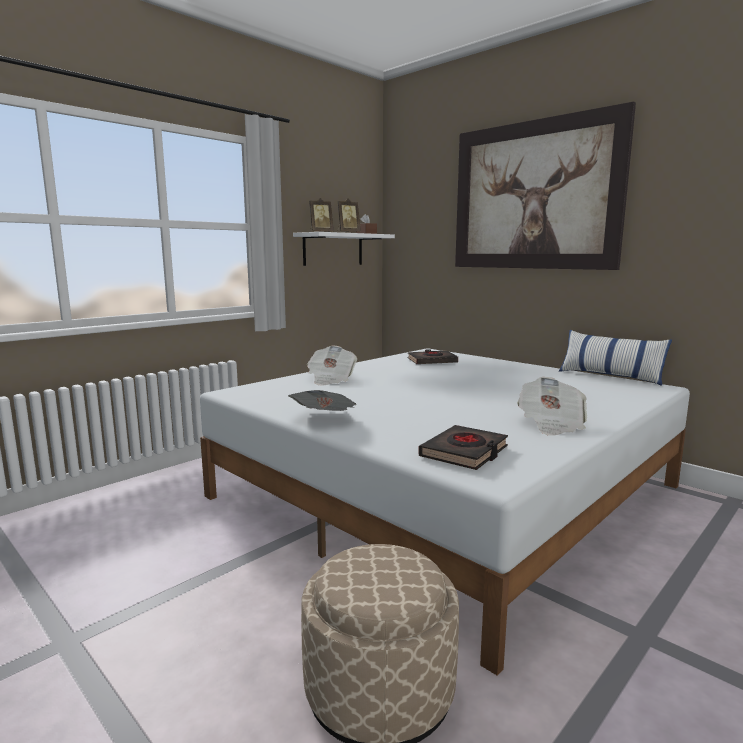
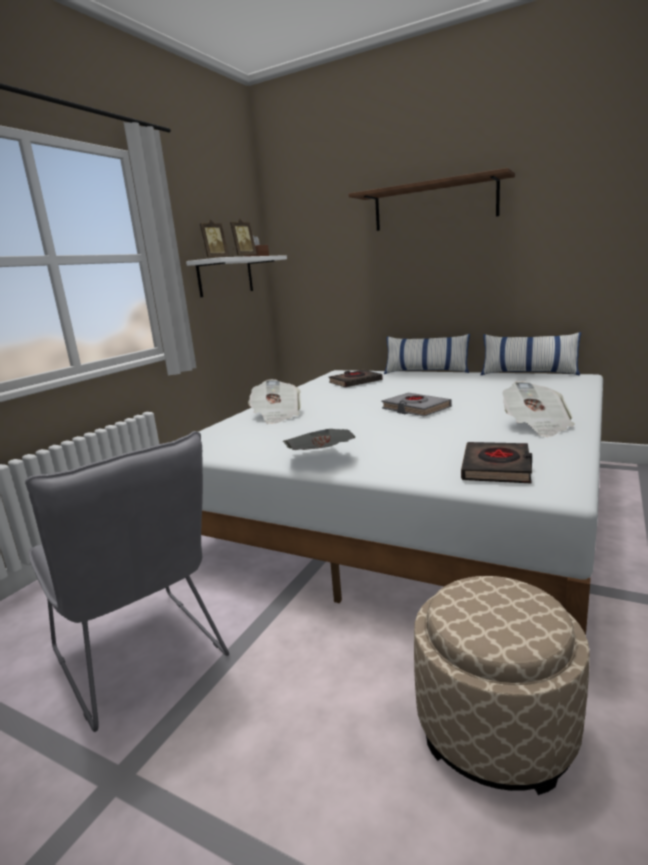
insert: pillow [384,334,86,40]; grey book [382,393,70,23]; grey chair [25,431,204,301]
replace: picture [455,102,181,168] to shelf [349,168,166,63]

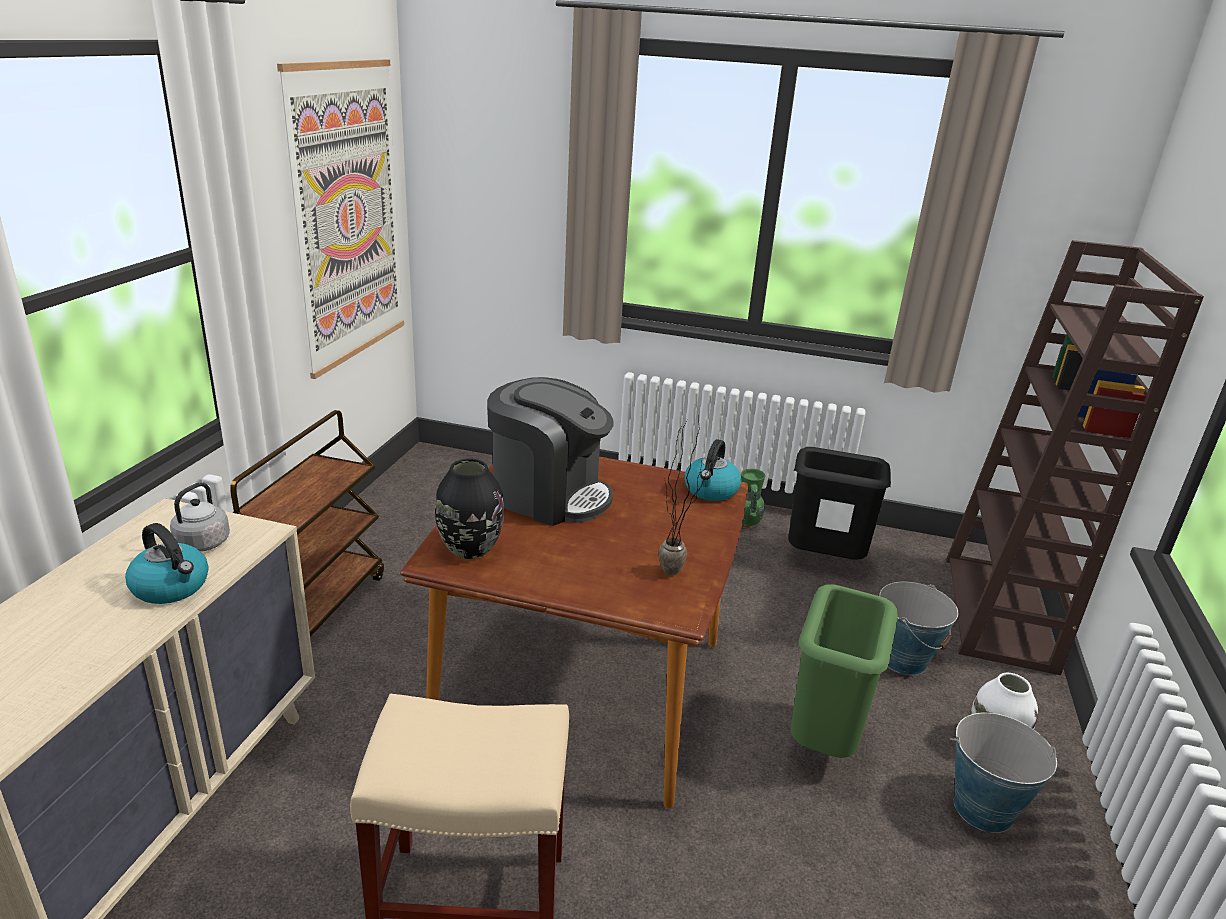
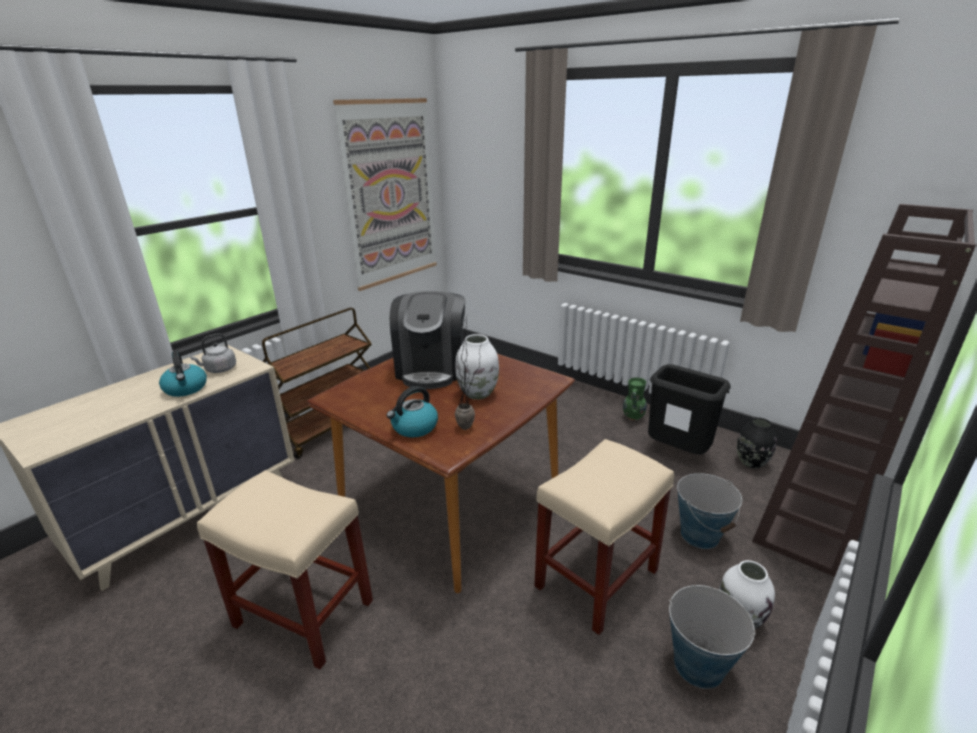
insert: white vase [455,334,44,66]
move: kettle [684,439,57,62] to [387,386,51,52]; black vase [435,459,69,100] to [737,418,40,50]
replace: green trash can [791,584,107,174] to beige stool [534,439,140,196]
rotate: coffee machine [487,377,127,149] = [390,291,75,98] 45 degrees clockwise

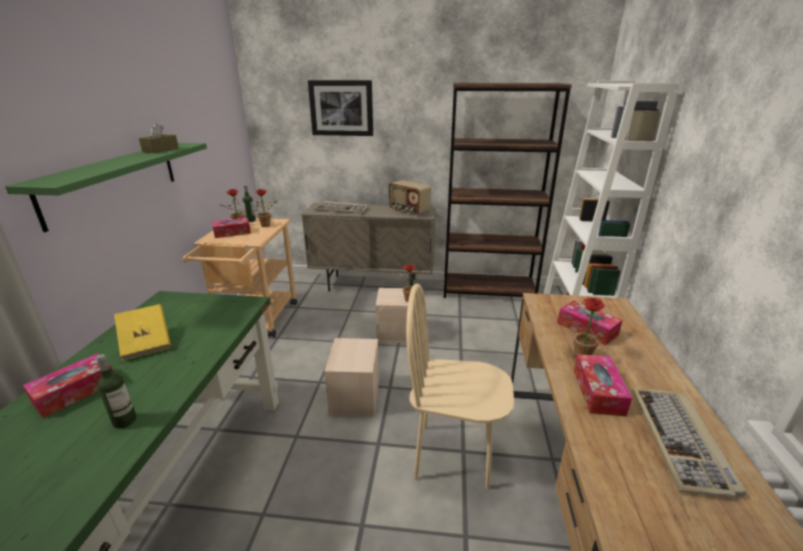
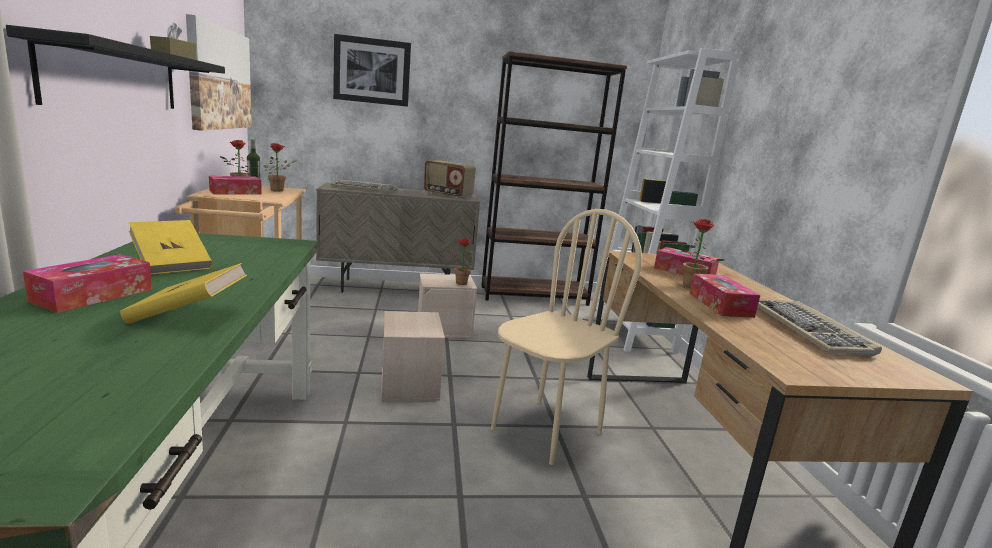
insert: picture [186,14,66,116]
replace: bottle [96,354,41,75] to yellow book [120,263,127,61]
recolor: green shelf [5,143,202,89] to black shelf [6,25,219,84]
rotate: beige chair [406,284,108,206] = [491,209,151,256] 135 degrees clockwise

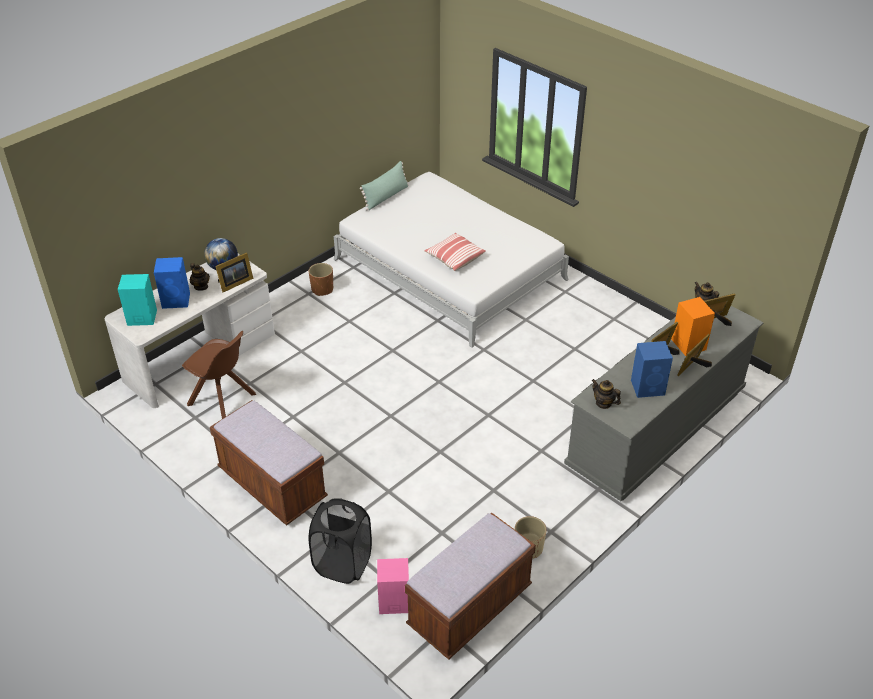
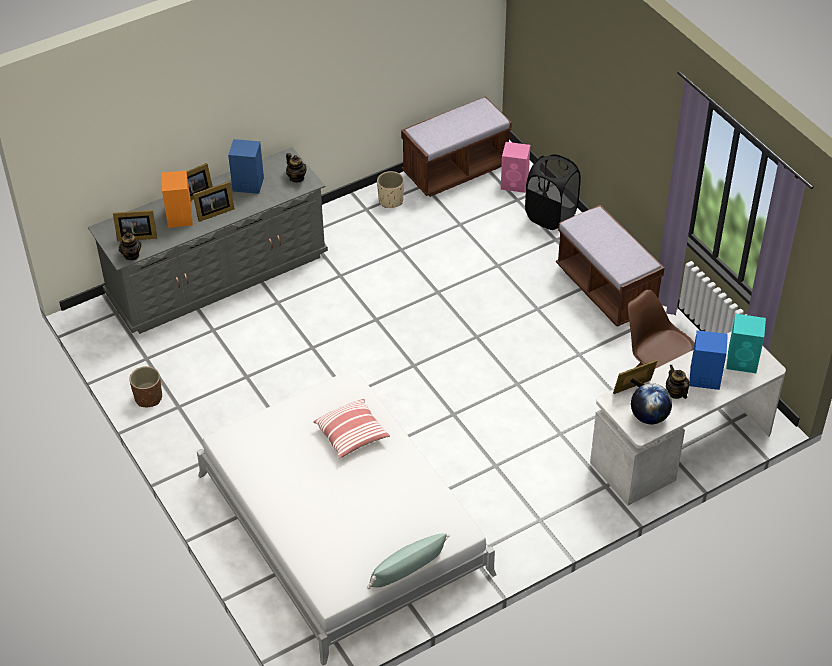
move: brown planter [309,263,24,33] to [129,366,33,41]

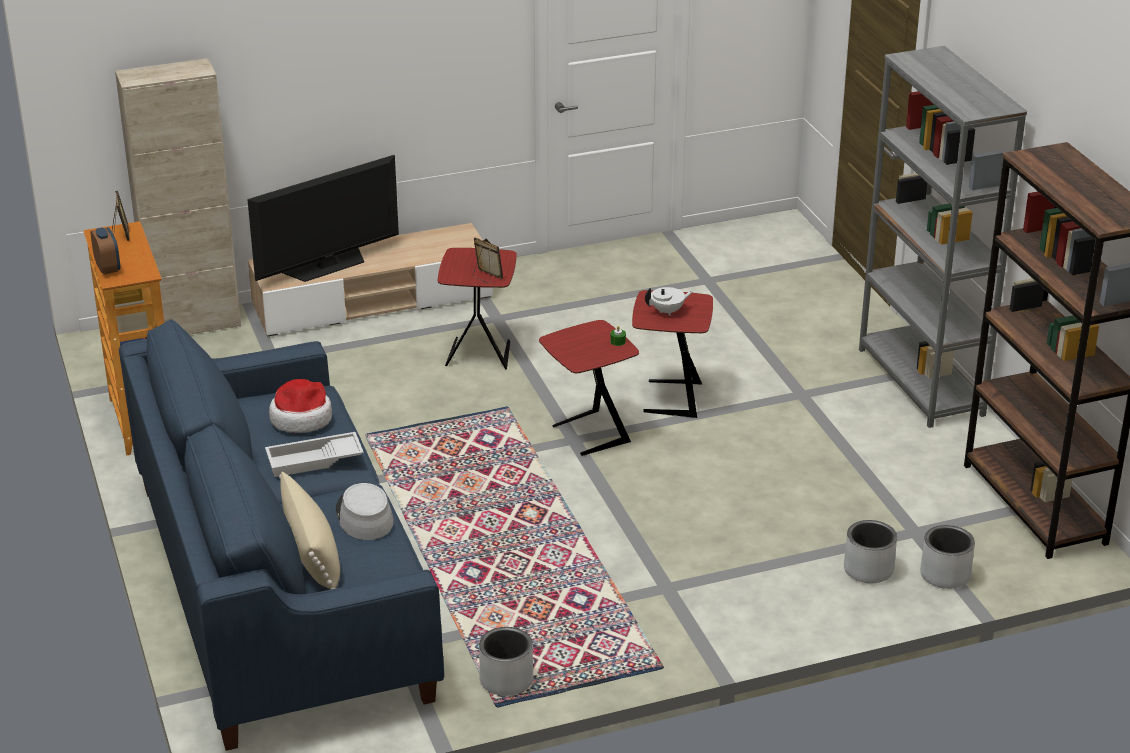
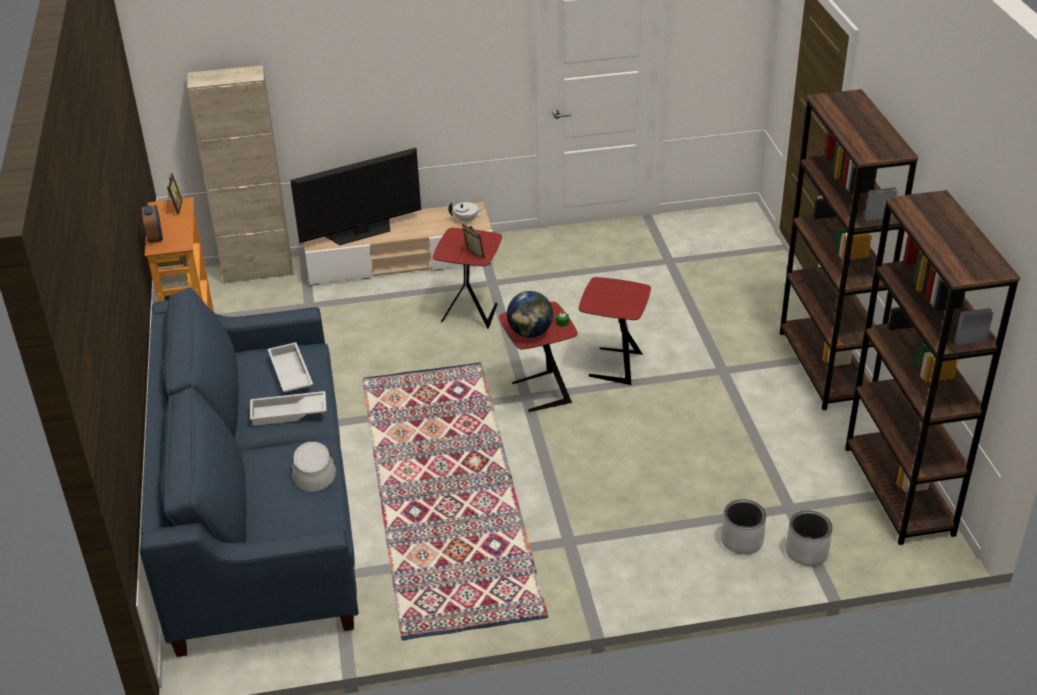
delete: beige pillow [279,472,61,118]; grey planter [479,627,54,69]
insert: globe [507,291,46,47]
move: white teapot [645,287,48,29] to [448,202,37,20]
replace: hat [269,379,63,54] to white tray [267,342,46,50]
recolor: grey bookcase [859,46,168,382] to brown bookcase [780,89,138,321]

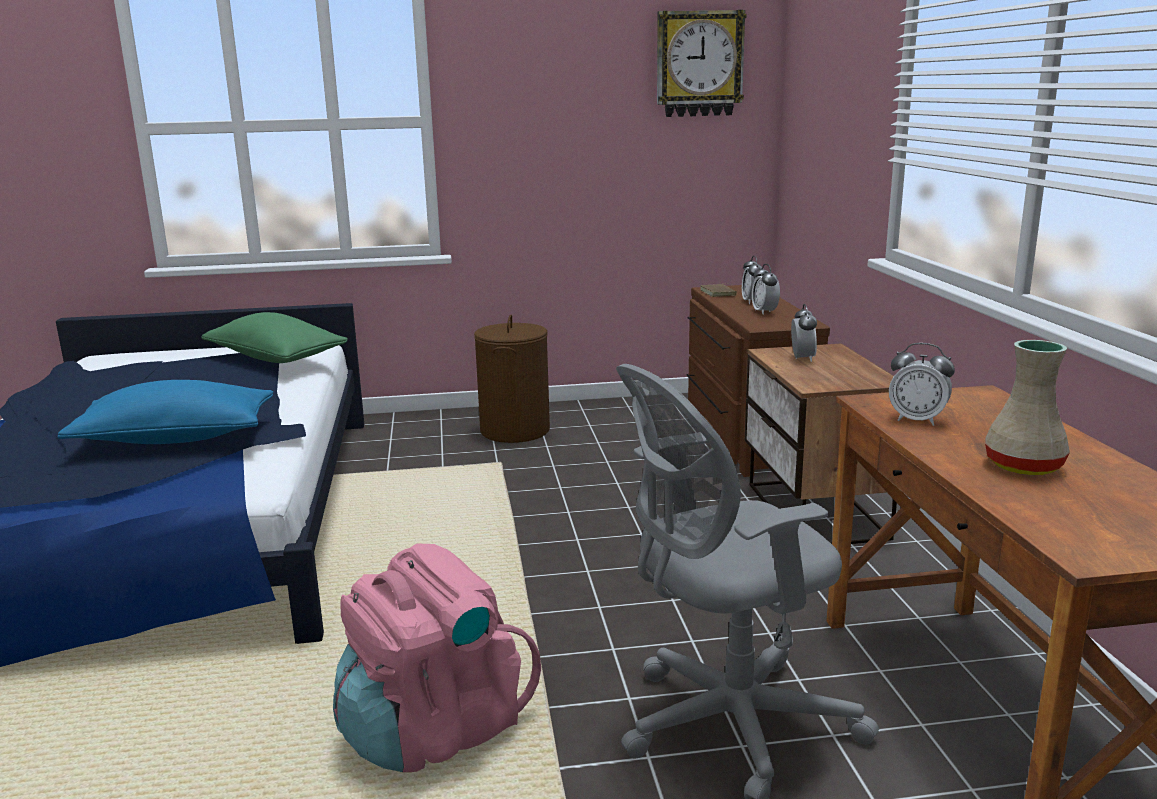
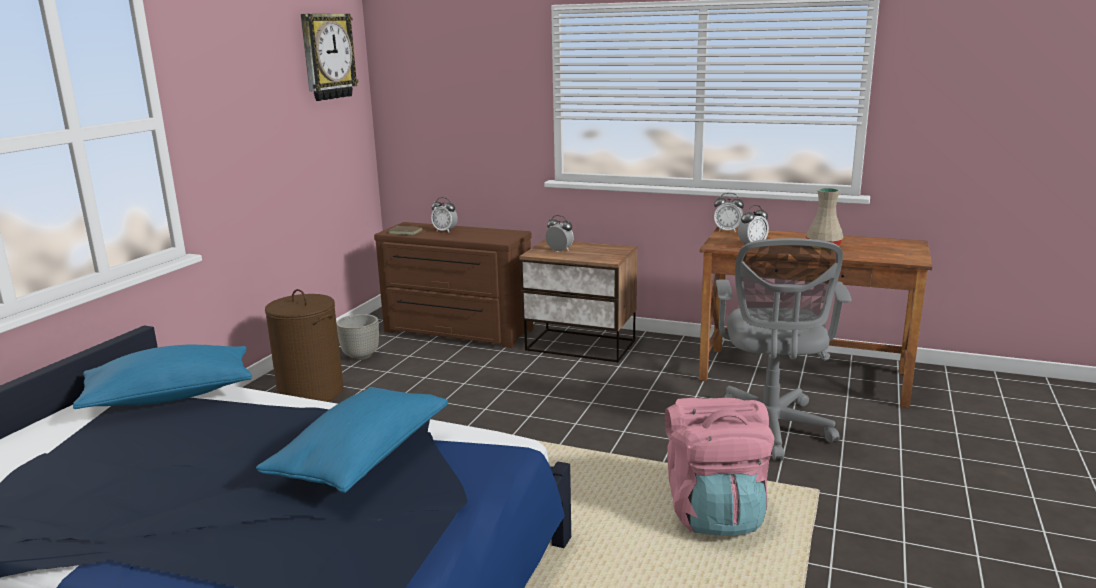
insert: grey planter [336,314,43,46]
move: alarm clock [752,264,28,51] to [714,193,30,40]
recolor: green pillow [201,312,147,51] to blue pillow [73,344,179,65]

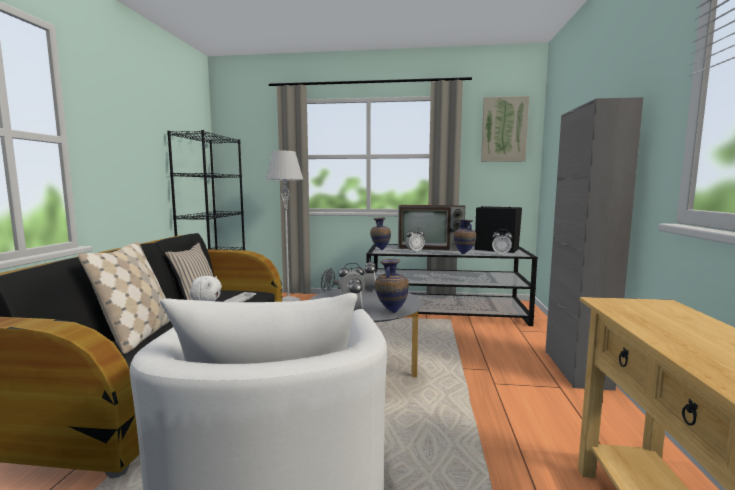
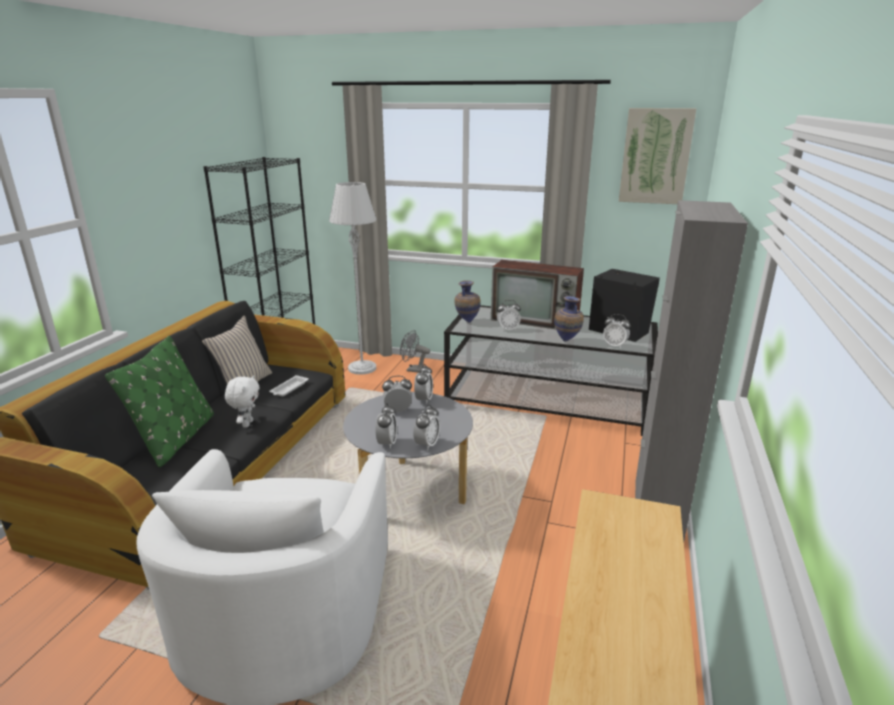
replace: vase [375,259,34,54] to alarm clock [413,405,27,45]
recolor: beige pillow [78,242,92,112] to green pillow [105,336,109,131]

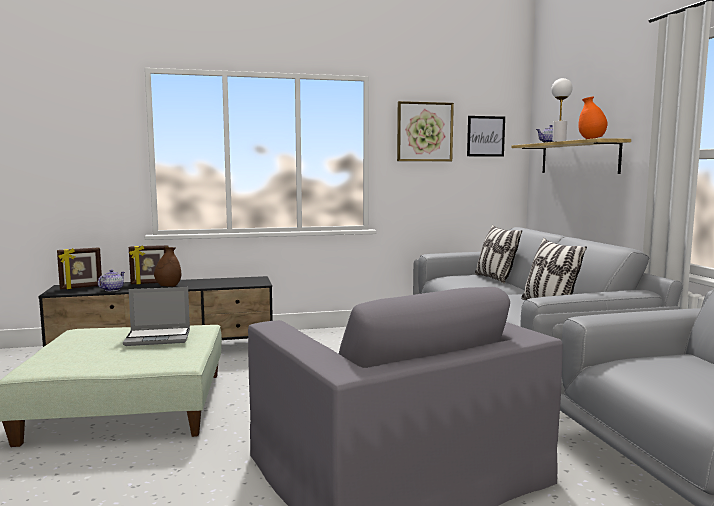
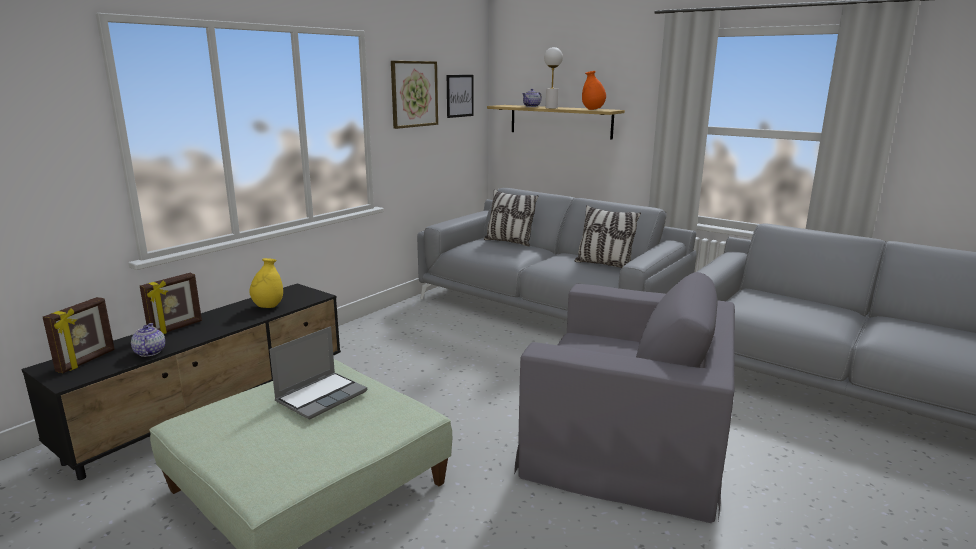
delete: brown vase [154,247,27,40]
insert: yellow vase [249,258,34,50]

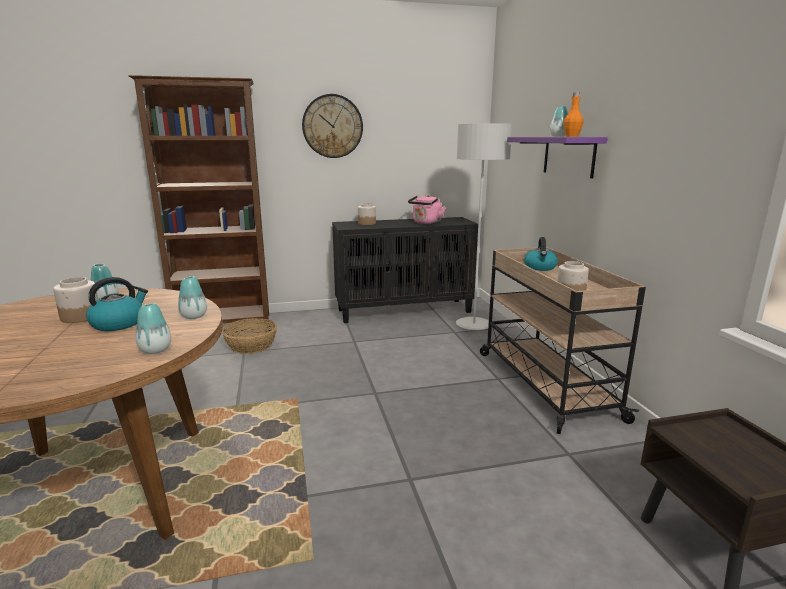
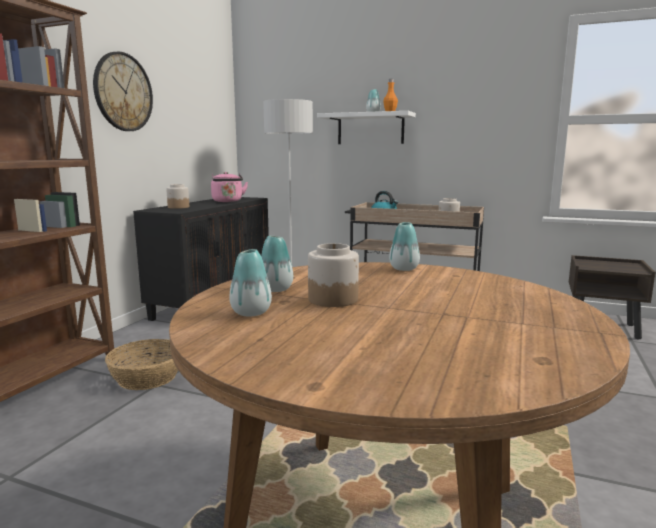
delete: kettle [86,277,62,54]
move: vase [136,303,35,51] to [229,249,43,68]
recolor: purple shelf [507,137,101,41] to white shelf [317,111,99,33]

